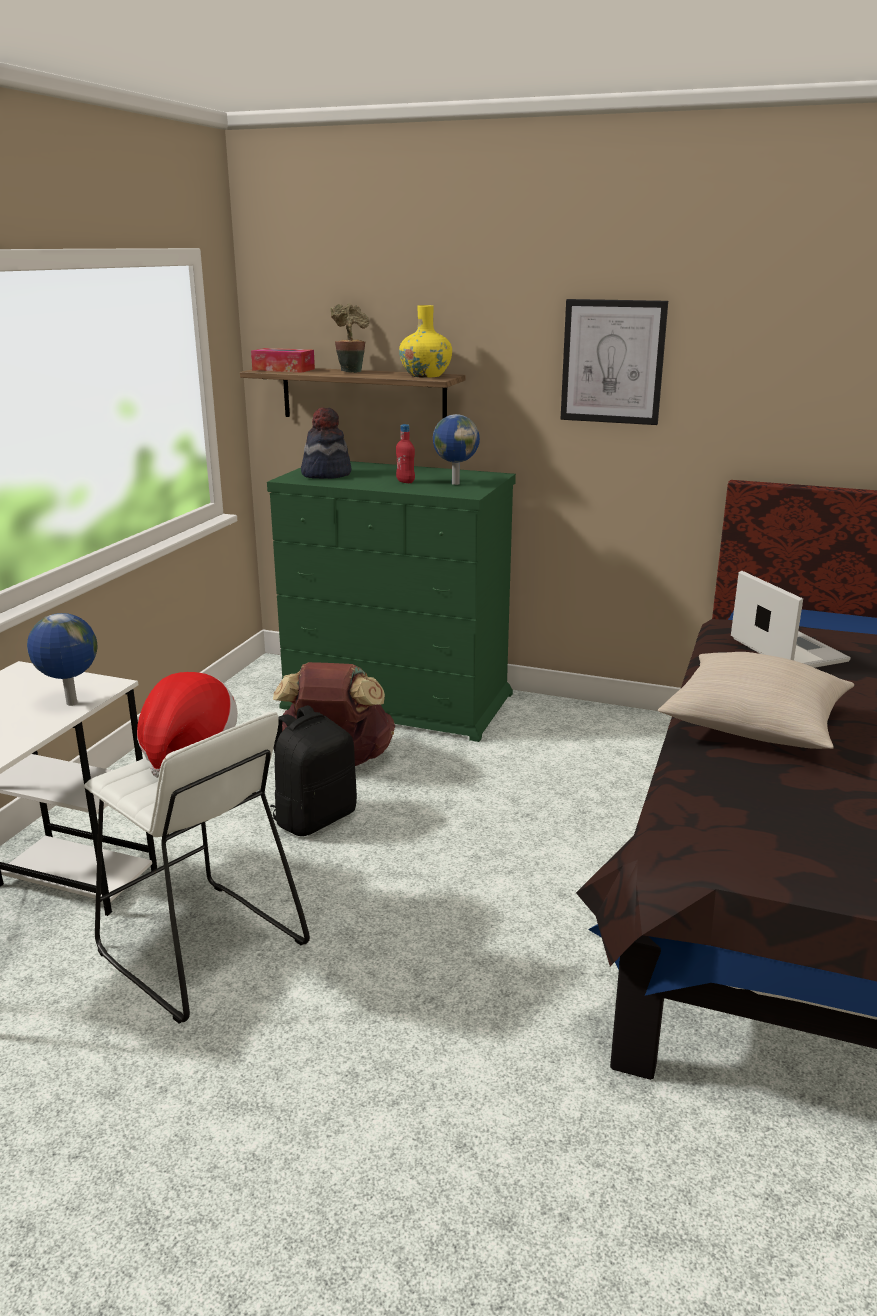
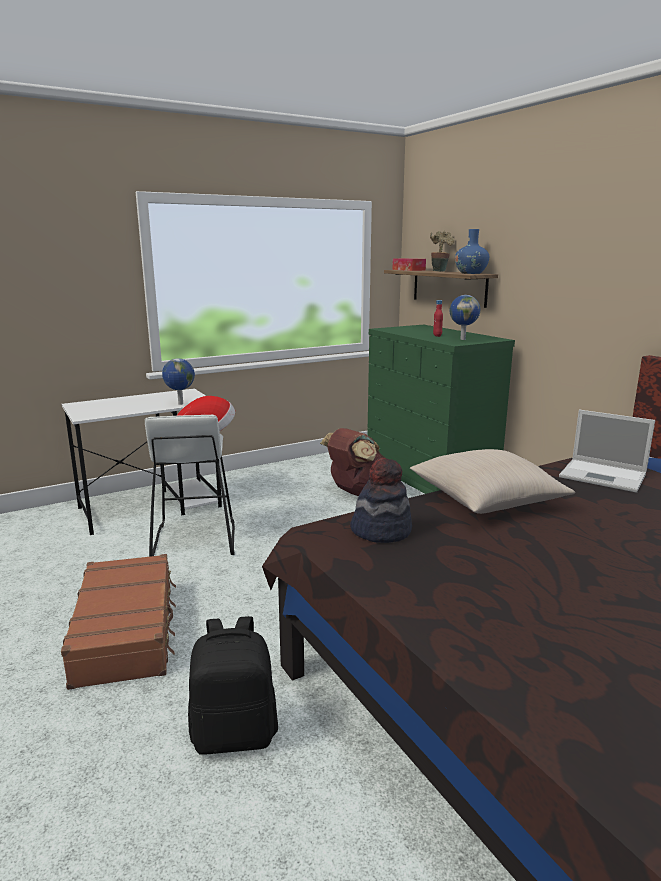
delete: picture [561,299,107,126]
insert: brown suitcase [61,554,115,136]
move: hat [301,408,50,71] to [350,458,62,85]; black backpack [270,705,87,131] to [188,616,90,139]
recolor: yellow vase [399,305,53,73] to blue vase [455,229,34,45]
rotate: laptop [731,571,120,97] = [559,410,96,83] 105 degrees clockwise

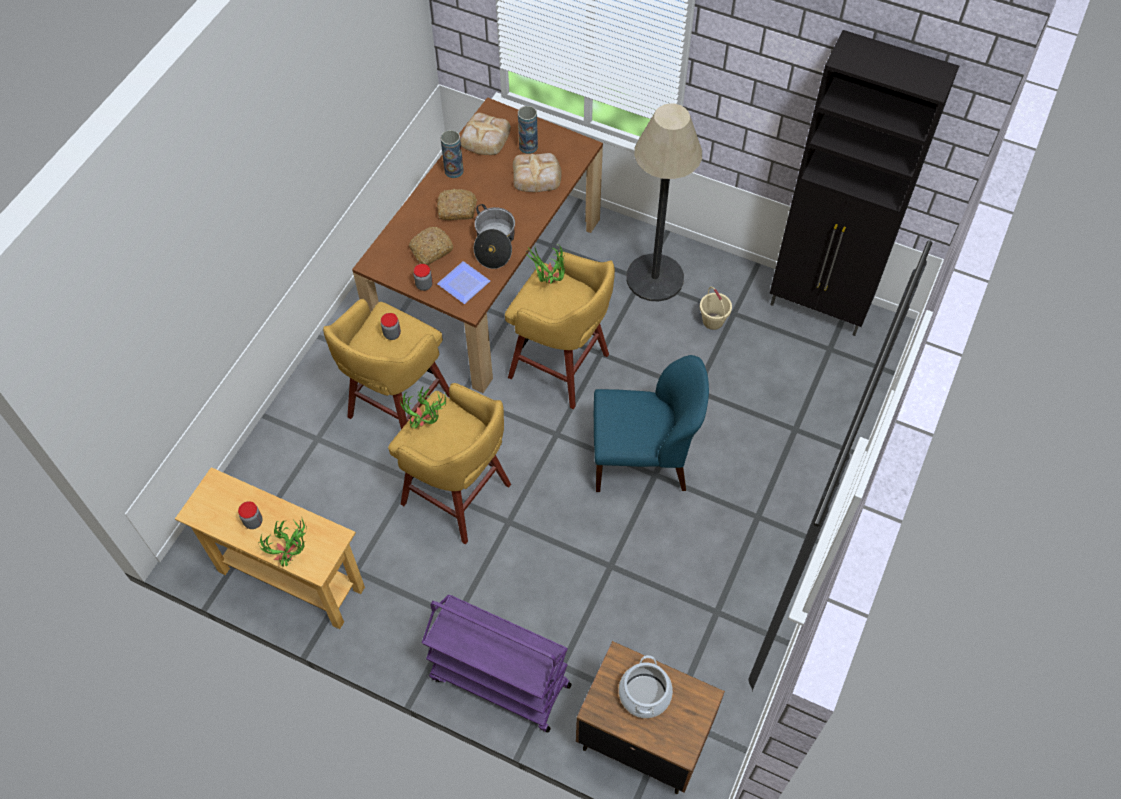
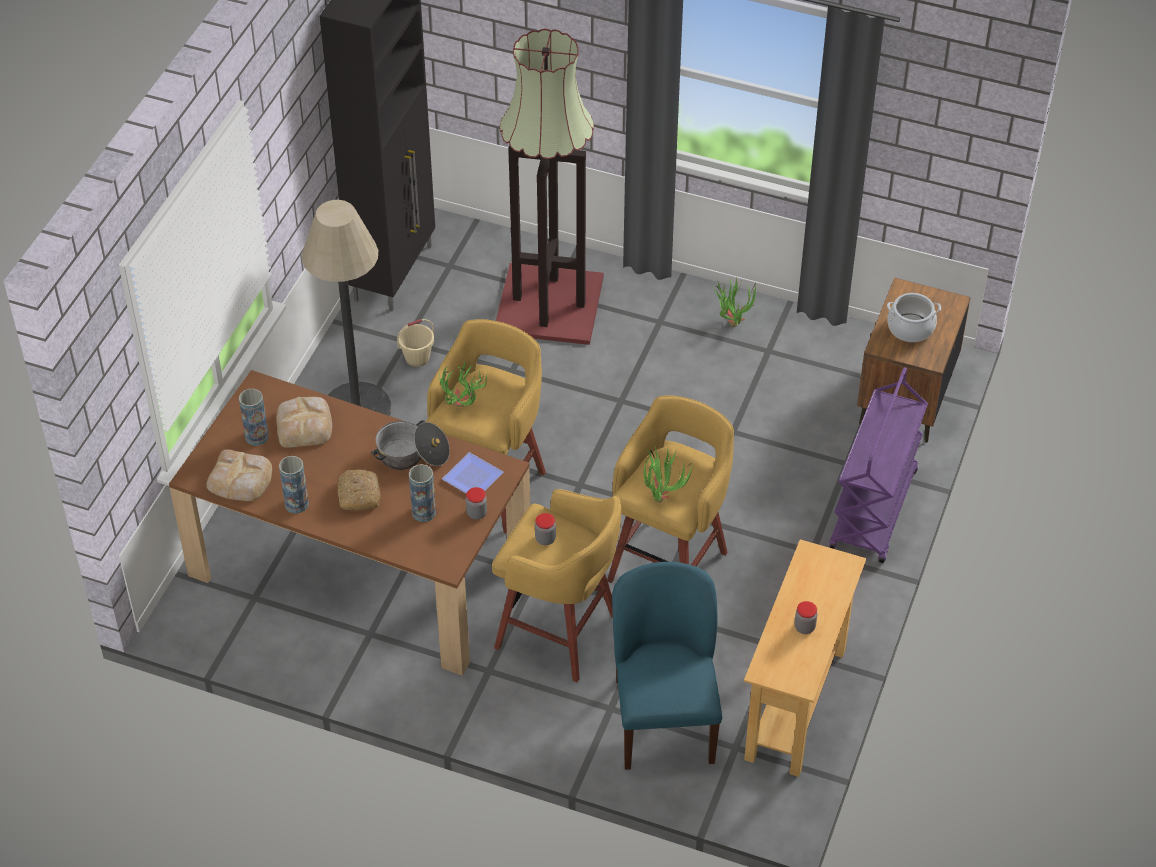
insert: floor lamp [496,28,108,317]
move: blue chair [594,355,115,137] to [612,562,110,208]; potted plant [259,519,48,48] to [713,277,46,50]
replace: bread [409,227,45,38] to vase [409,464,27,58]

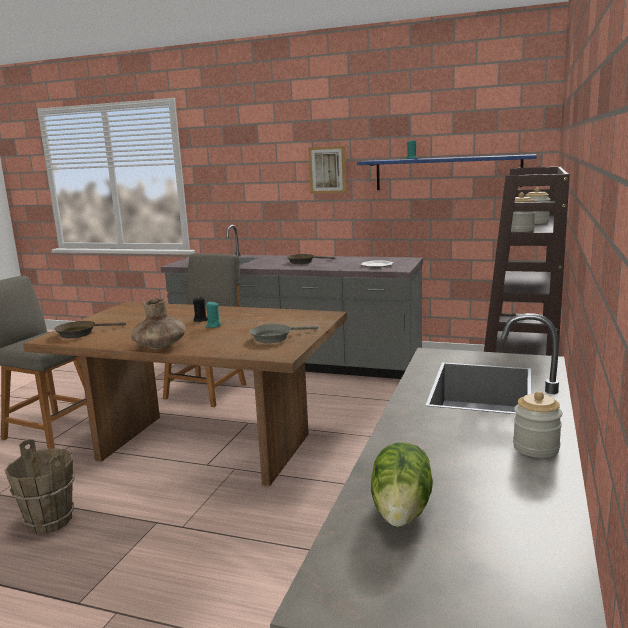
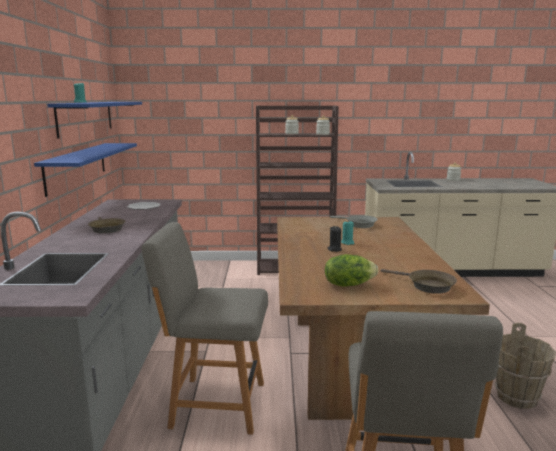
delete: picture [308,146,38,48]; brown vase [131,298,55,51]
insert: blue shelf [34,143,103,54]
move: lettuce [371,443,62,84] to [325,254,53,33]

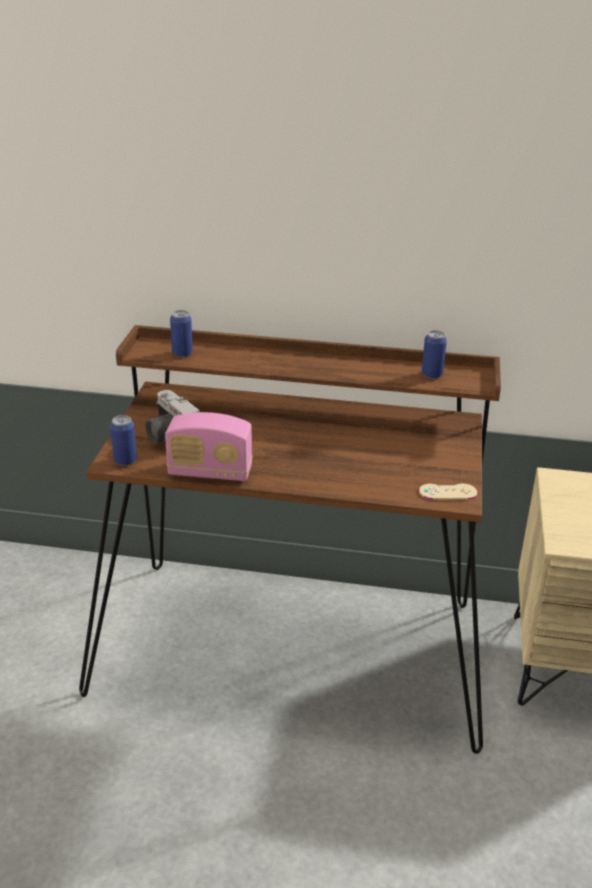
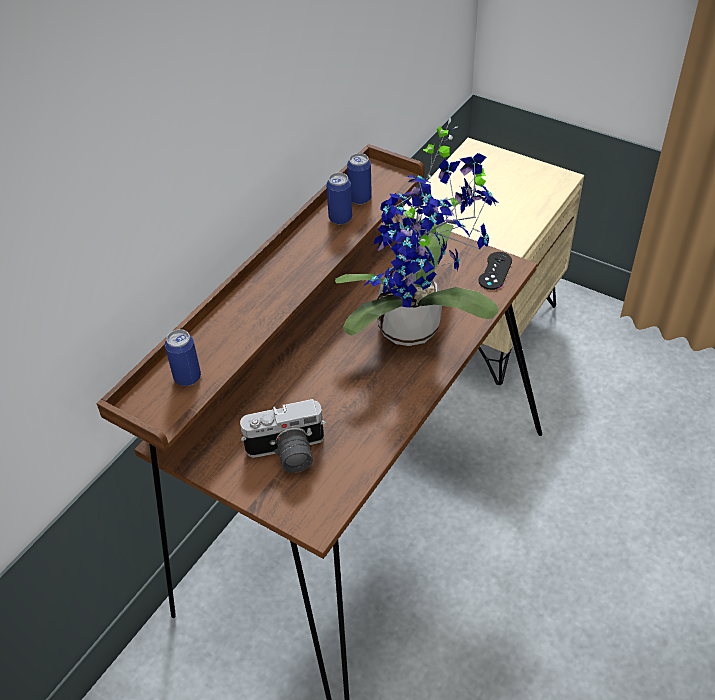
delete: radio [165,412,87,69]
insert: potted plant [335,117,164,229]
move: can [110,415,27,51] to [326,172,26,53]
recolor: beige game controller [419,484,58,16] to black game controller [479,252,33,38]

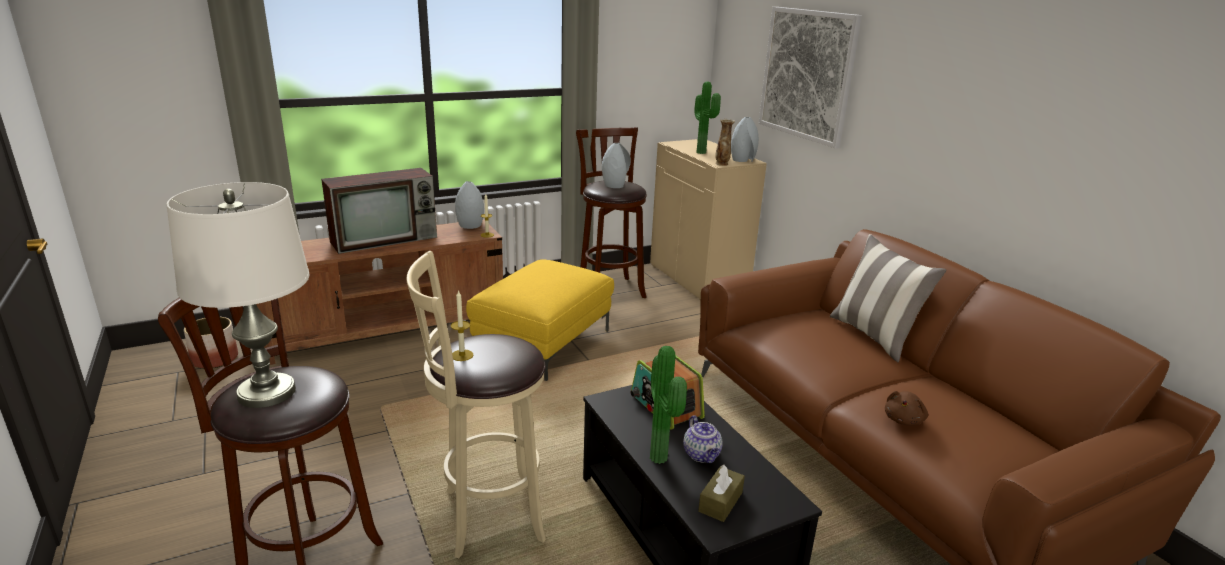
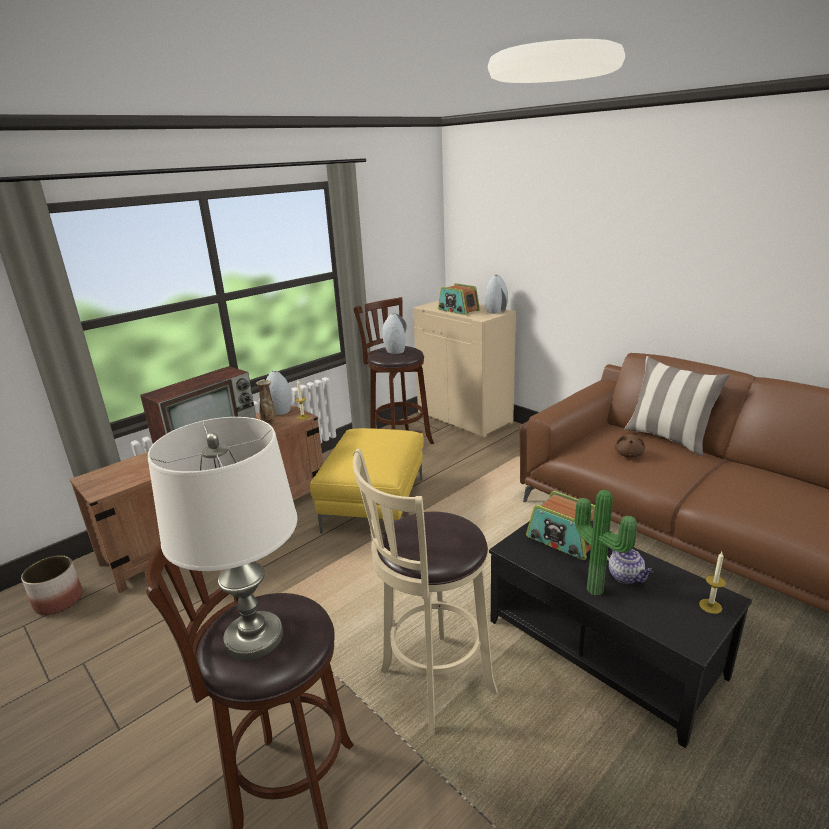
delete: picture [759,7,103,141]; brown tissue box [698,465,47,57]
move: vase [715,119,20,47] to [256,379,20,46]; candle [451,290,23,71] to [699,552,27,62]; brown plush toy [885,391,43,34] to [615,434,30,23]
replace: potted plant [694,82,27,72] to radio [438,283,42,32]

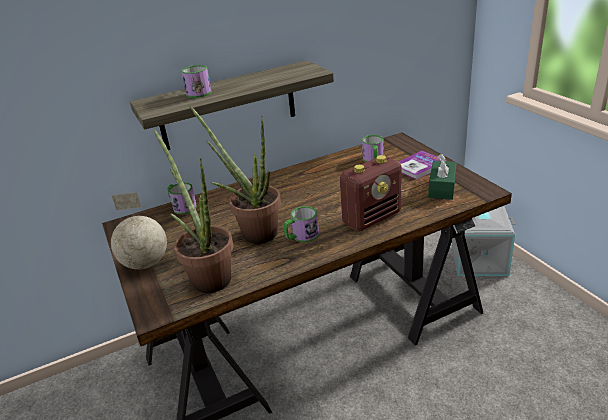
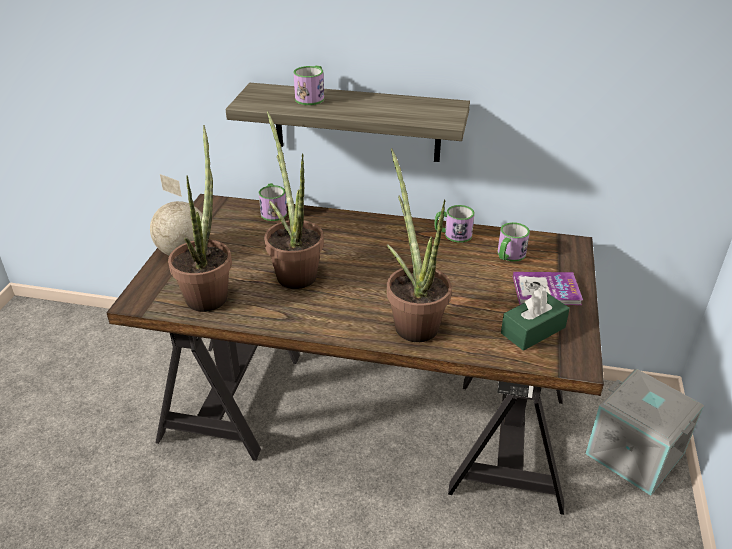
move: mug [284,206,35,36] to [435,205,40,38]
replace: radio [340,155,62,76] to potted plant [387,148,65,194]

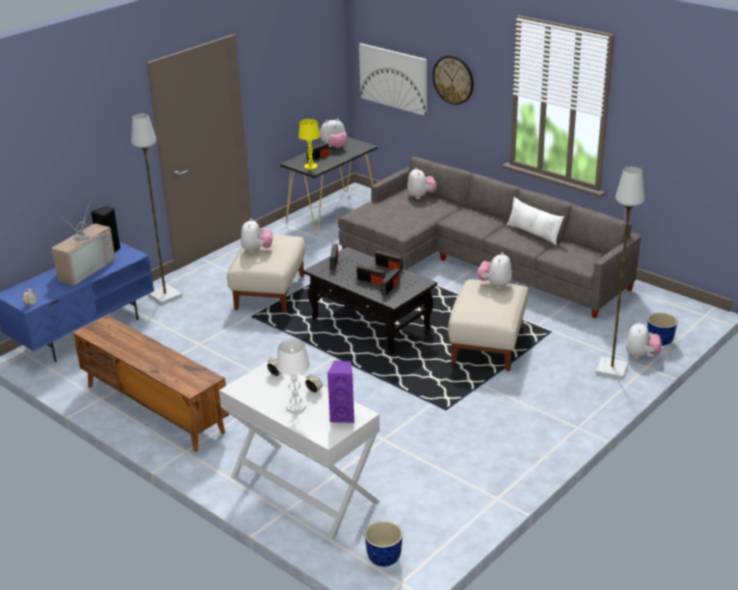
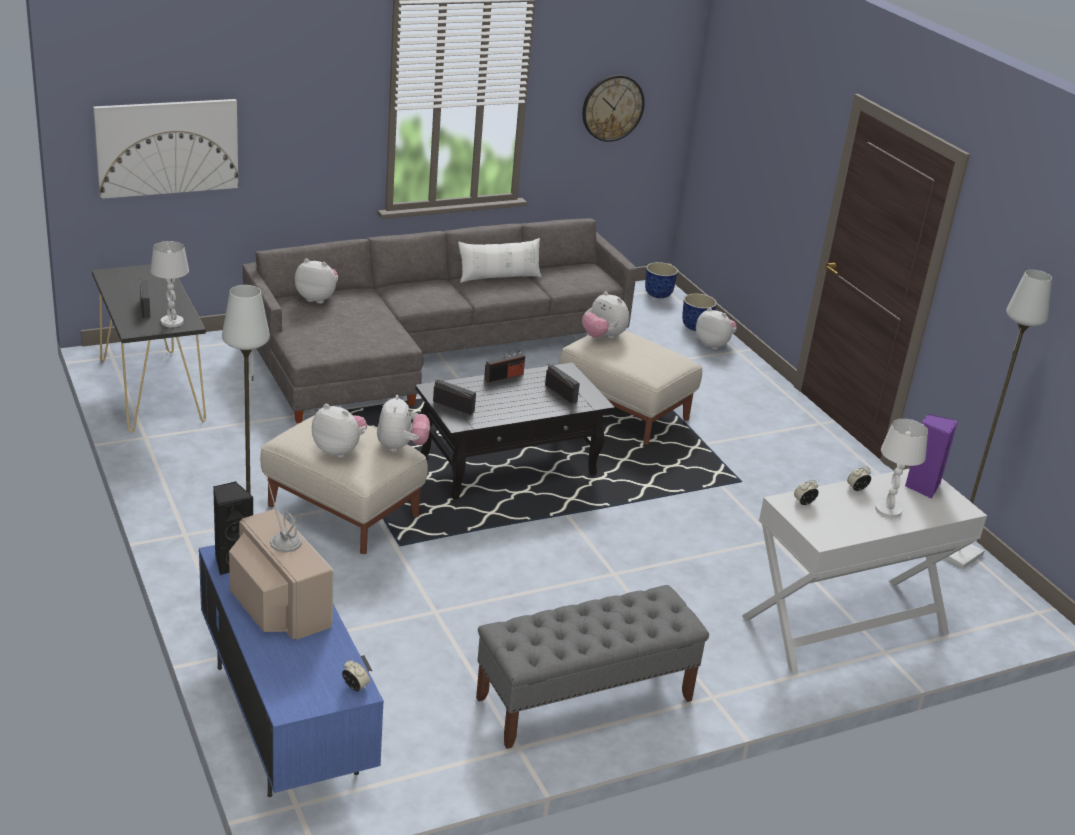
delete: radio [357,265,29,20]
move: wall clock [432,55,42,50] to [582,75,63,67]; plush toy [320,118,27,30] to [377,395,53,57]; grey floor lamp [595,167,50,212] to [944,270,108,299]; planter [365,521,38,46] to [645,262,33,36]
replace: brown tv stand [73,315,156,137] to grey bench [476,585,233,164]
recolor: yellow table lamp [298,119,22,51] to white table lamp [151,241,38,86]

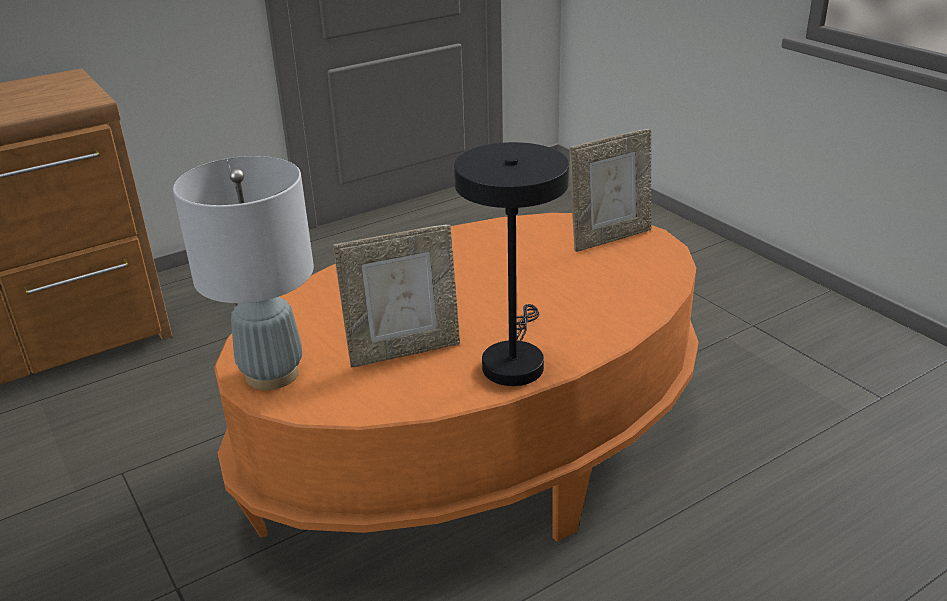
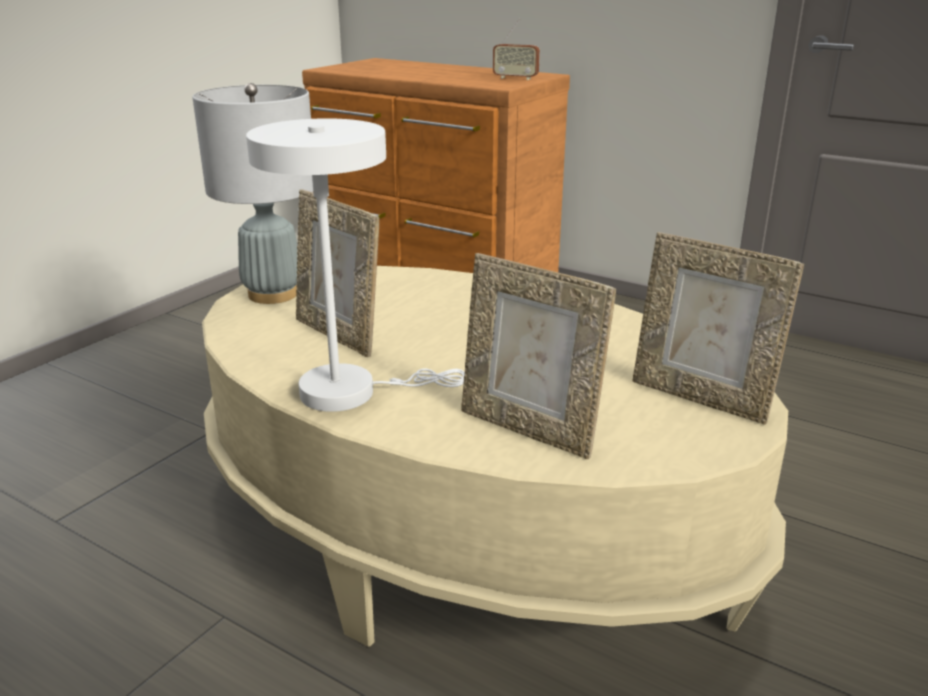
insert: radio [493,19,47,61]; picture frame [461,253,155,206]
recolor: black table lamp [454,142,115,244] to white table lamp [246,118,219,294]; orange coffee table [214,213,484,329] to beige coffee table [202,266,586,381]

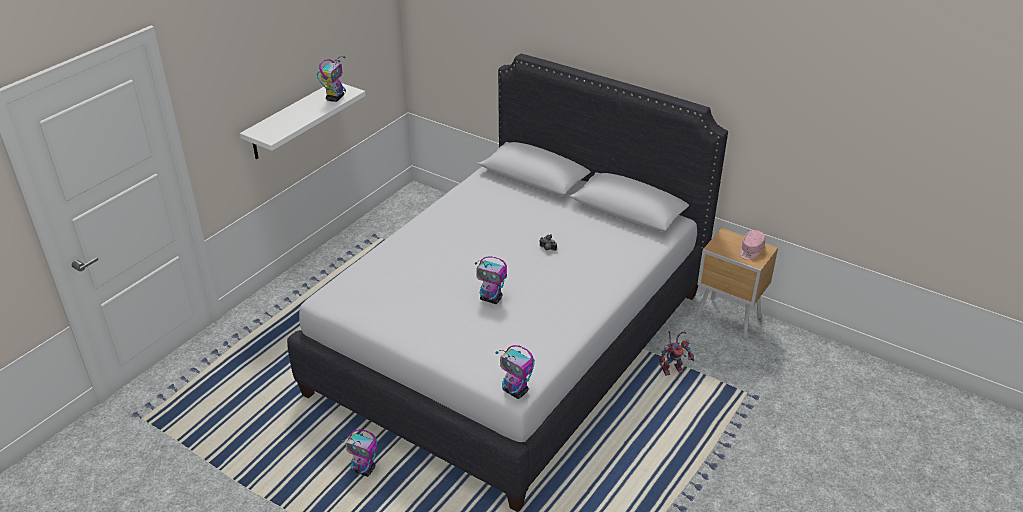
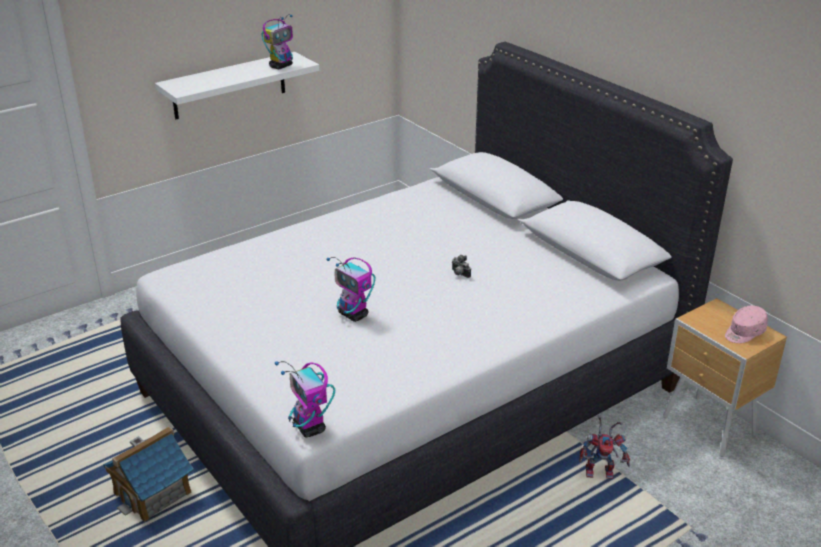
replace: toy robot [342,429,35,48] to toy house [103,426,91,96]

